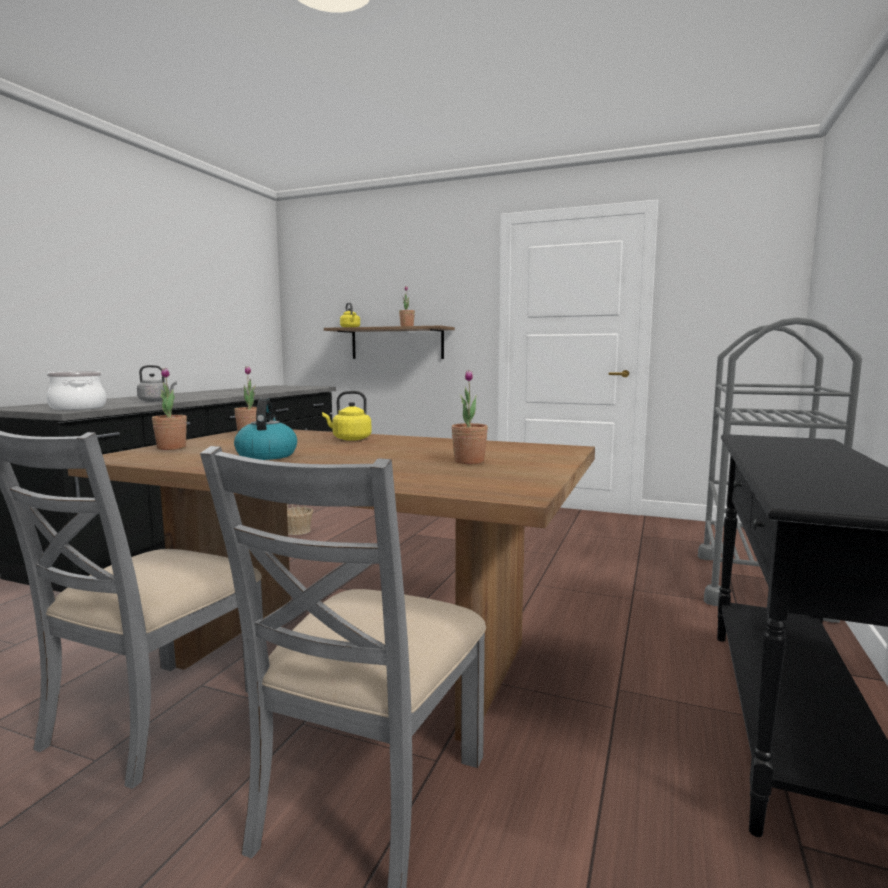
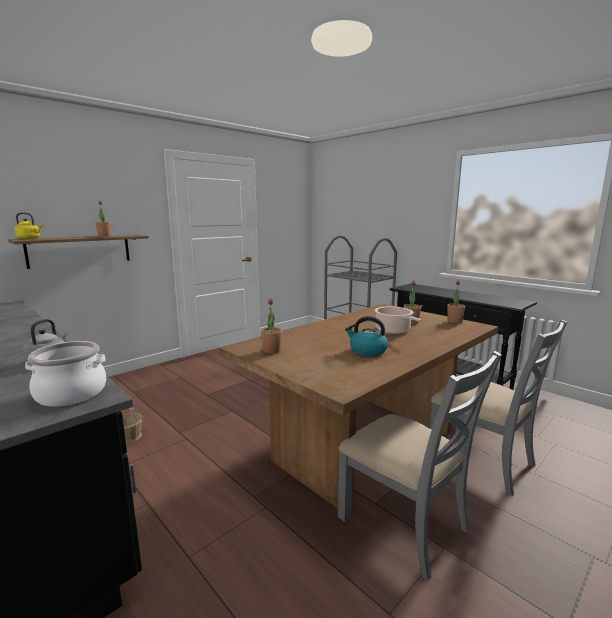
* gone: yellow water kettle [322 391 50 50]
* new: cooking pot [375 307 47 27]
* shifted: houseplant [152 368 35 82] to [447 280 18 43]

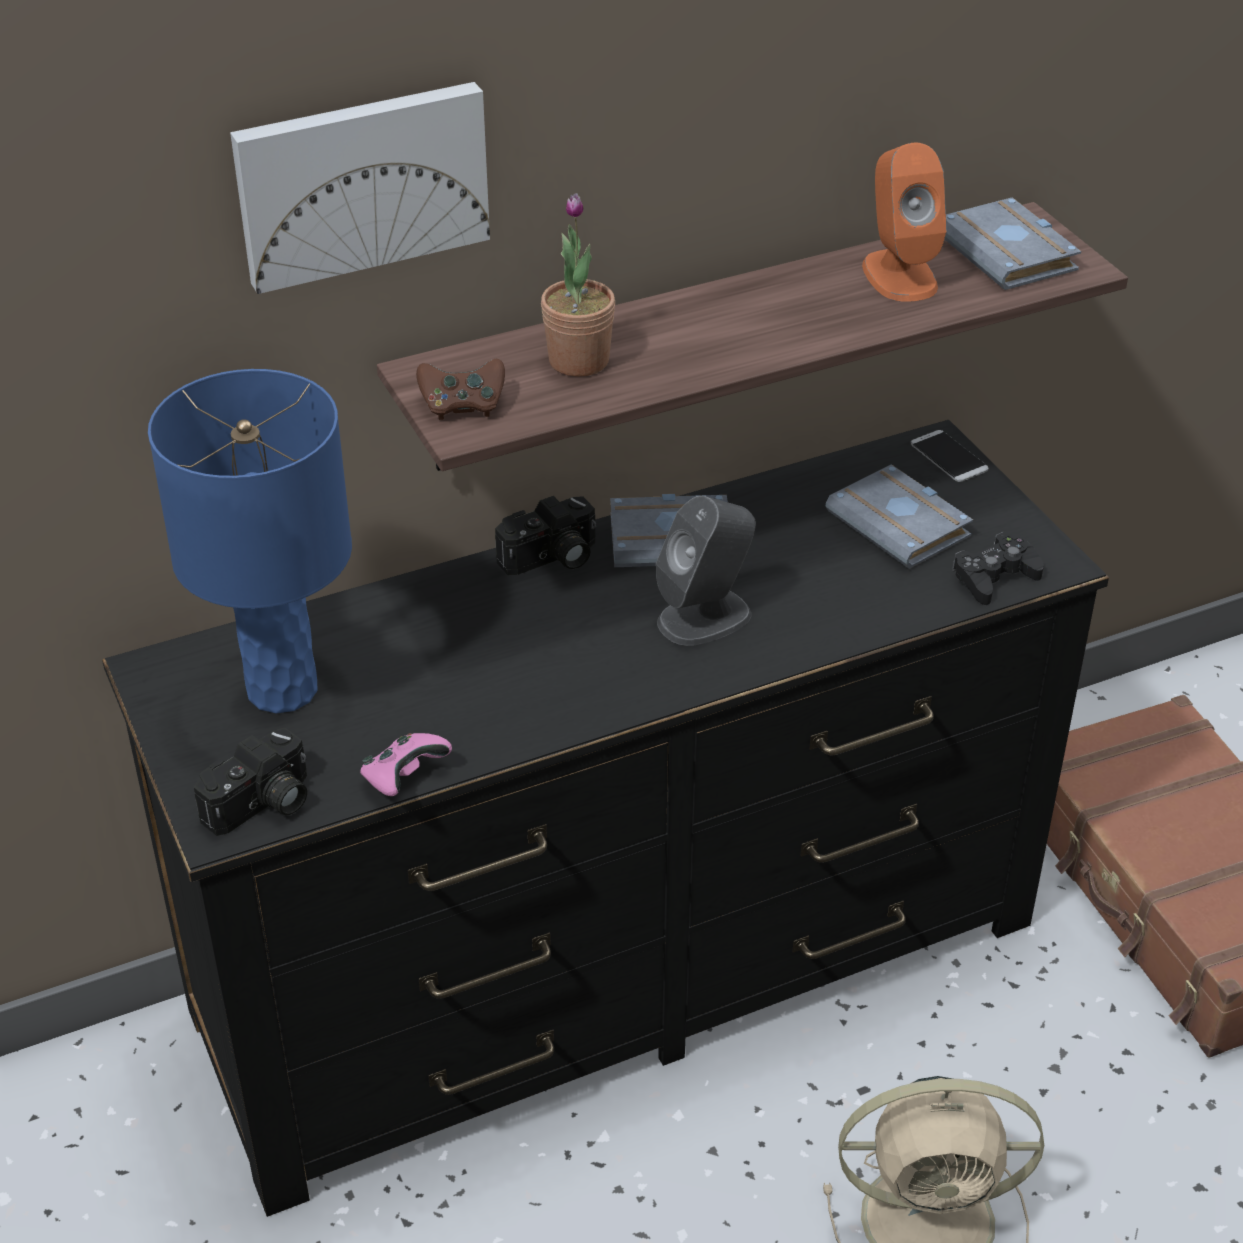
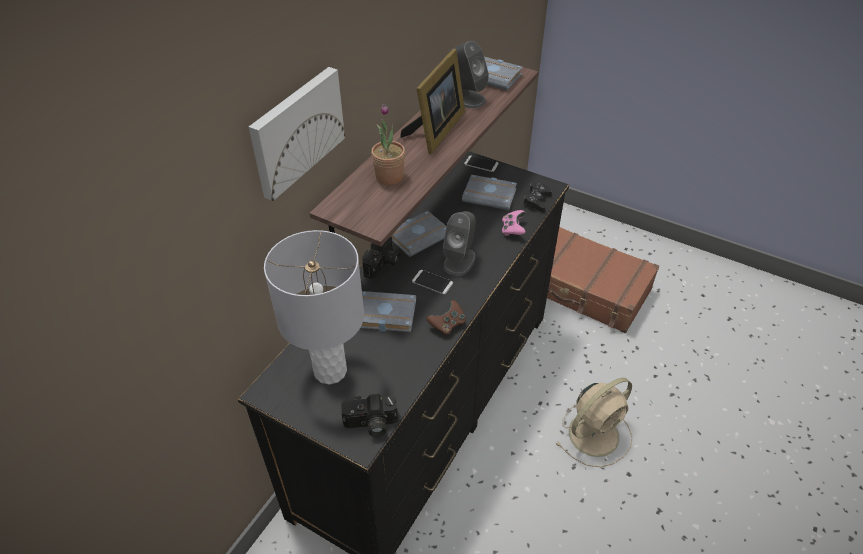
* new: greyish bound book [360 291 56 41]
* new: standing frame [400 49 65 105]
* new: phone [412 270 41 24]
* shifted: pink game controller [360 733 92 63] to [502 210 24 26]
* shifted: brownish game controller [416 359 89 61] to [426 300 40 35]
* repainted: blue-coloured table lamp [148 369 204 344] to greyish table lamp [264 230 100 155]
* repainted: orange speaker [862 143 85 159] to greyish speaker [450 41 39 68]
* rotated: photo camera [194 728 113 108] = [341 394 57 43] 75 degrees clockwise

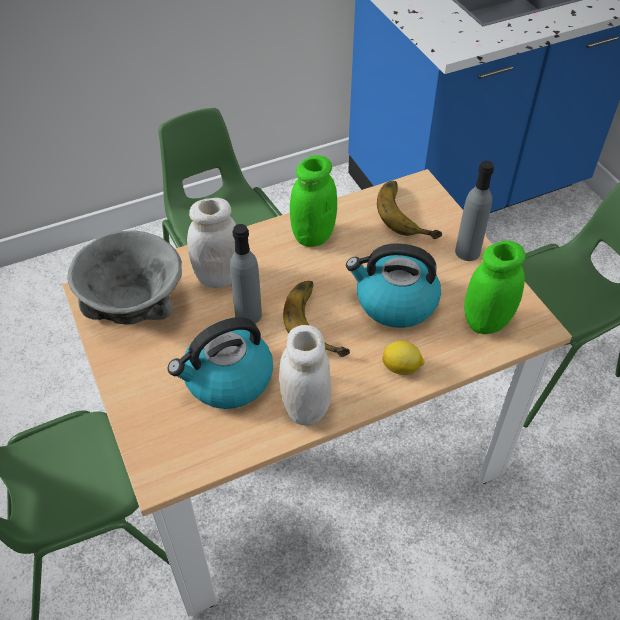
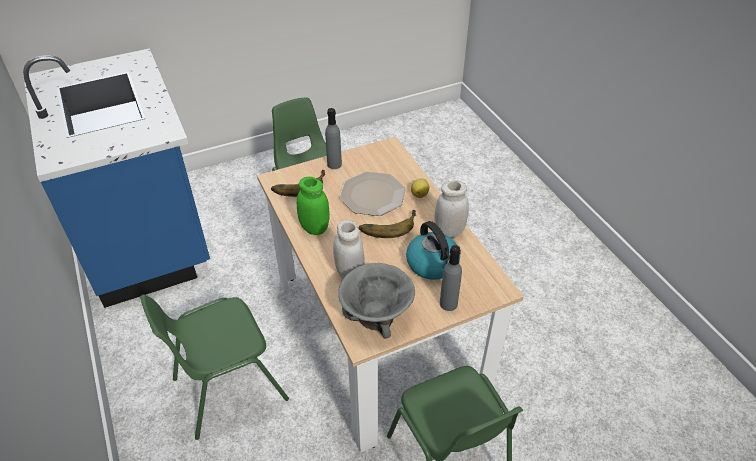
* gone: green-coloured storage jar [464 241 62 93]
* shifted: greyish beverage bottle [230 224 32 99] to [440 245 22 66]
* swapped: water kettle [346 243 95 85] to plate [339 172 67 44]

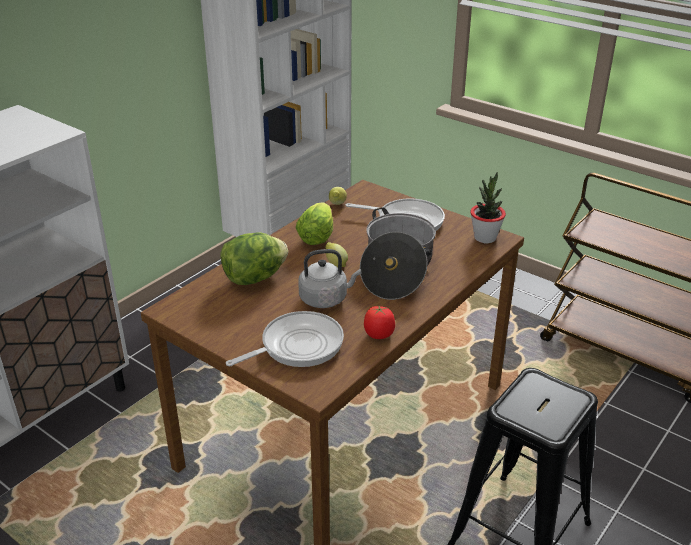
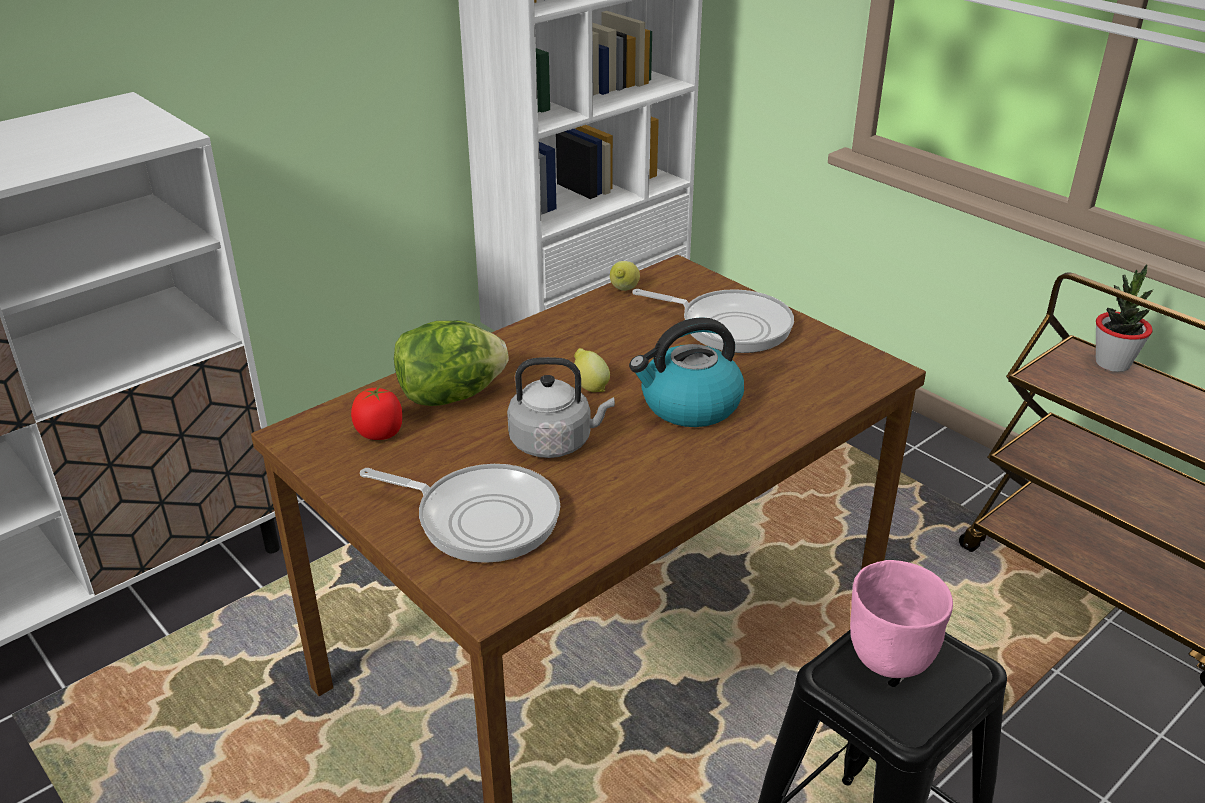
* gone: head of lettuce [296 203 37 42]
* new: pink bowl [850 560 103 118]
* shifted: whole tomato [364 305 31 34] to [351 386 51 54]
* shifted: houseplant [470 172 36 71] to [1096 264 57 108]
* swapped: cooking pot [360 207 76 93] to water kettle [629 317 115 110]
* rotated: pan [226 311 118 56] = [360 464 200 99] 45 degrees clockwise

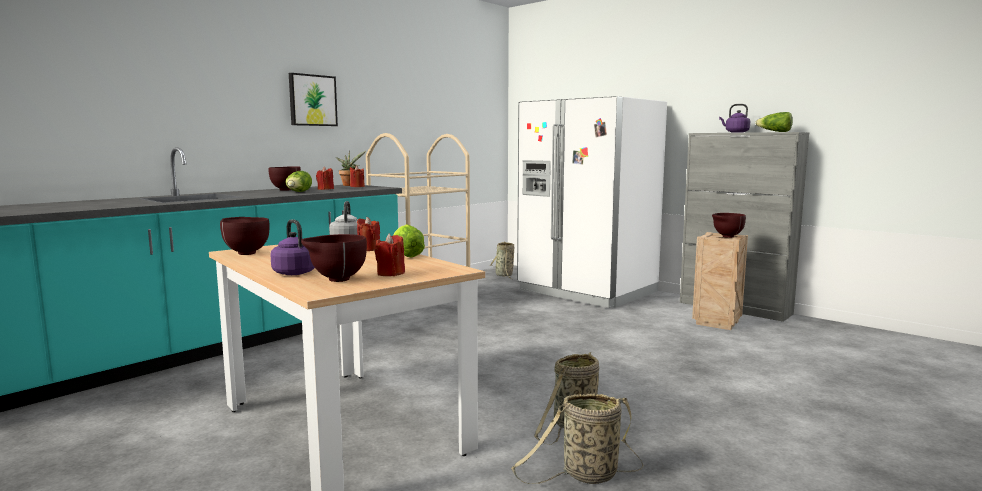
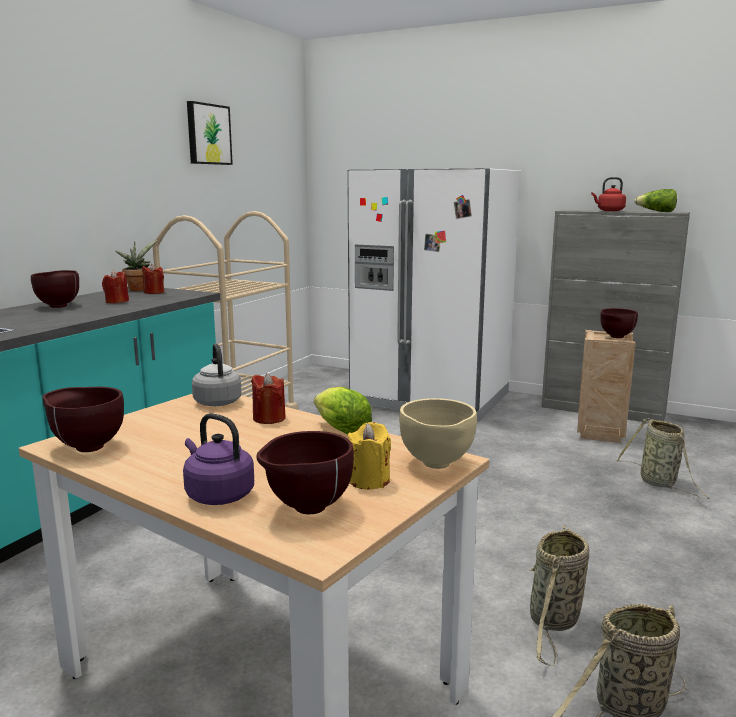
* gone: head of lettuce [285 171 27 21]
* new: beige bowl [399 398 78 71]
* shifted: picture [289 73 49 53] to [187 101 46 64]
* shifted: household basket [489 242 25 37] to [616 418 93 81]
* repainted: red-coloured wax light [375 234 30 42] to yellow wax light [348 422 43 67]
* repainted: purplish water kettle [719 104 31 29] to red-coloured water kettle [591 177 35 34]

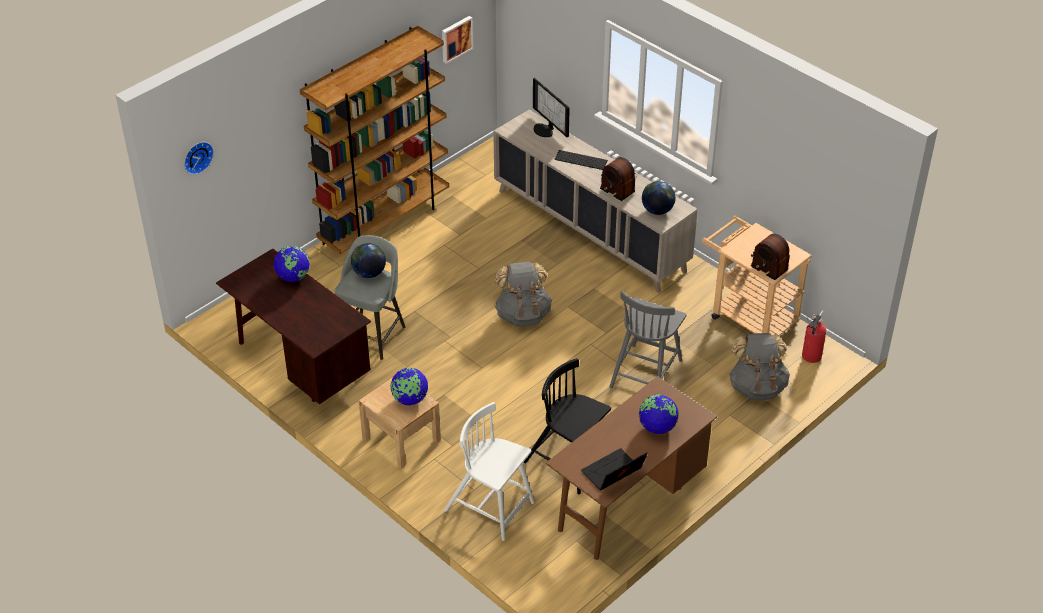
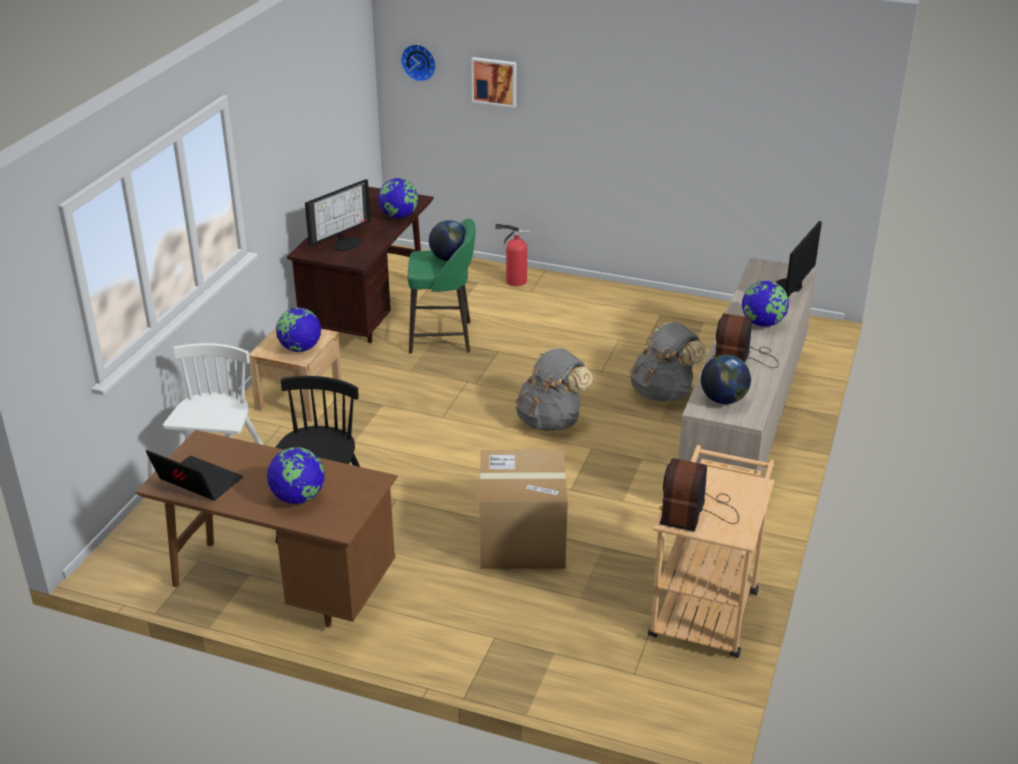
* gone: brownish bookshelf [300 26 149 228]
* new: computer screen [305 179 66 72]
* shifted: picture [442 16 31 48] to [471 57 45 51]
* shifted: greyish rucksack [729 333 61 68] to [630 322 77 80]
* shifted: fire-fighting cylinder [802 310 24 53] to [495 224 35 62]
* swapped: PC keyboard [555 150 53 20] to globe [742 281 47 46]
* swapped: greyish plain chair [609 291 78 97] to carton [479 450 89 119]
* repainted: greyish stool seat [335 235 70 125] to green-coloured stool seat [408 219 67 135]

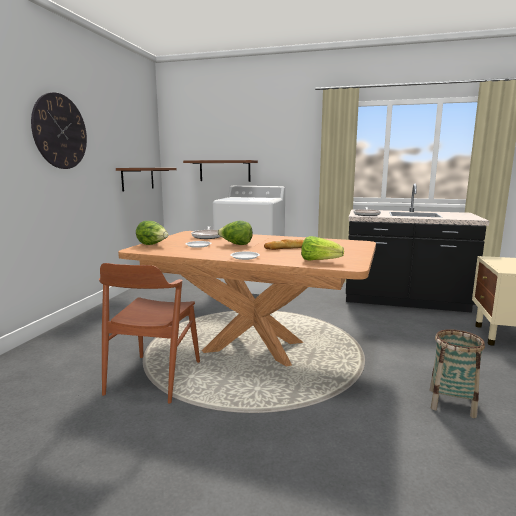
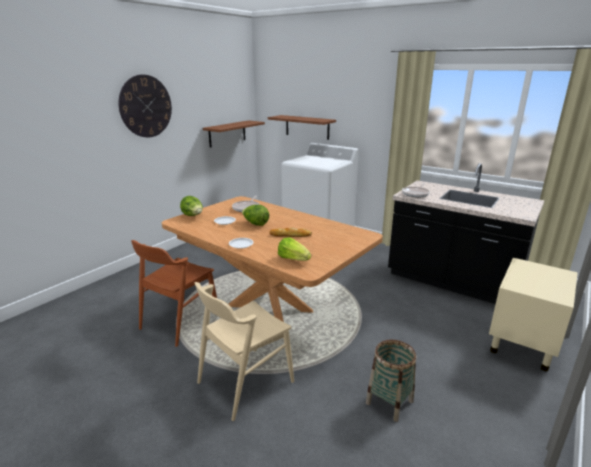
* new: beige plain chair [194 282 100 139]

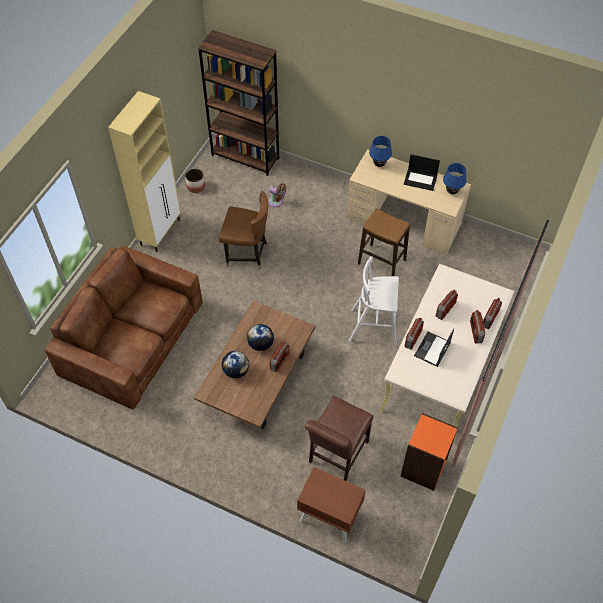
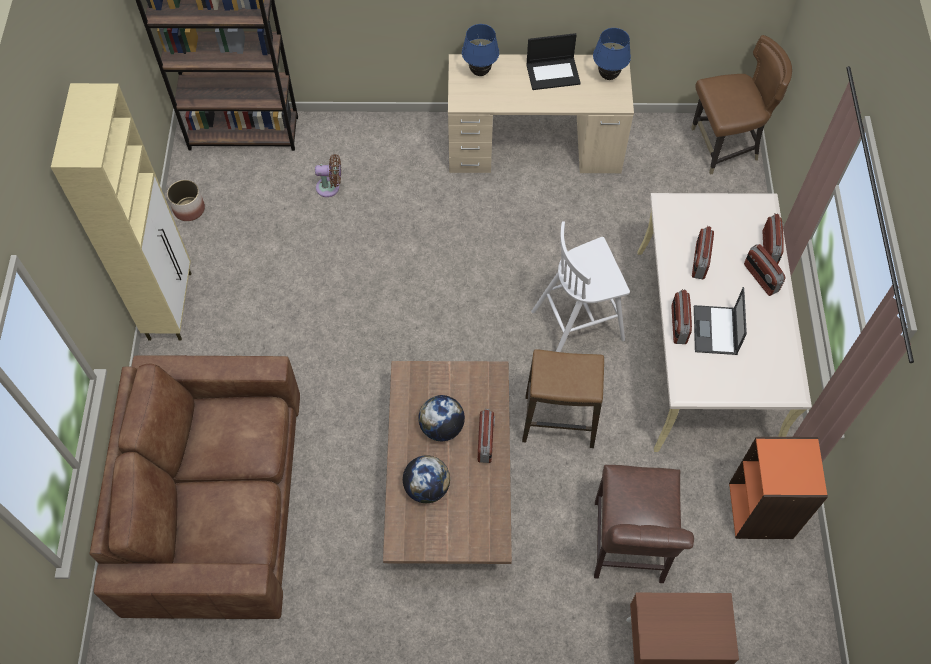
* shifted: brownish plain chair [218 191 51 79] to [691 35 101 140]
* shifted: stool seat [358 208 52 68] to [522 349 82 99]

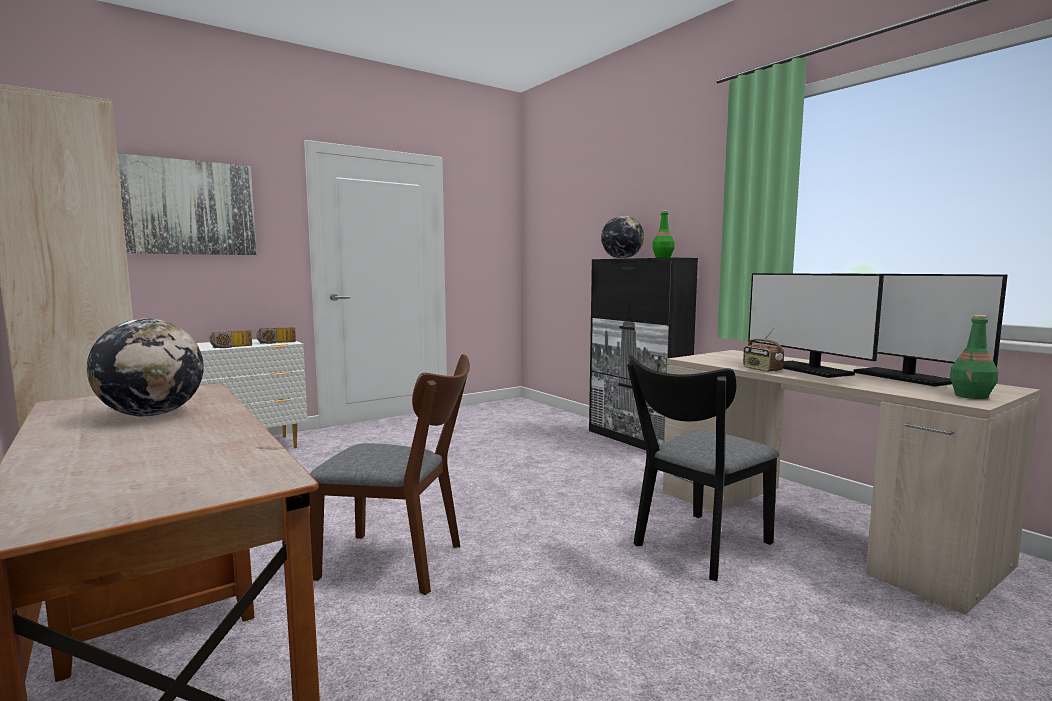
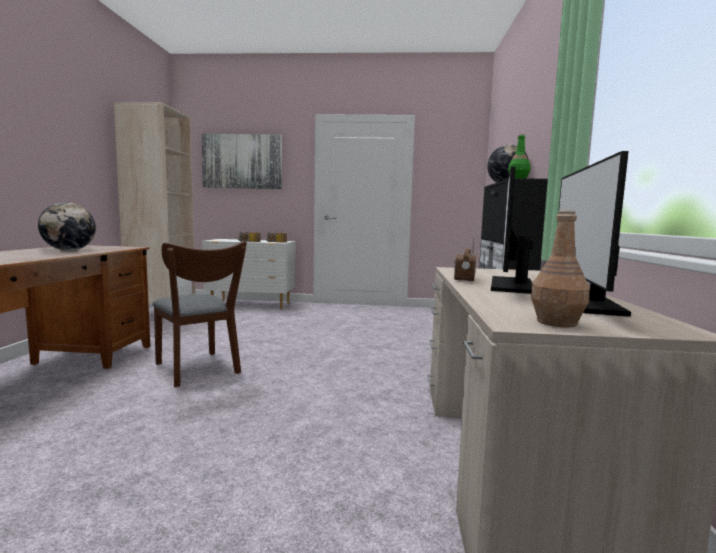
* gone: black-coloured plain chair [627 355 152 226]
* repainted: green-coloured beverage bottle [950 315 48 84] to brownish beverage bottle [531 210 59 117]

